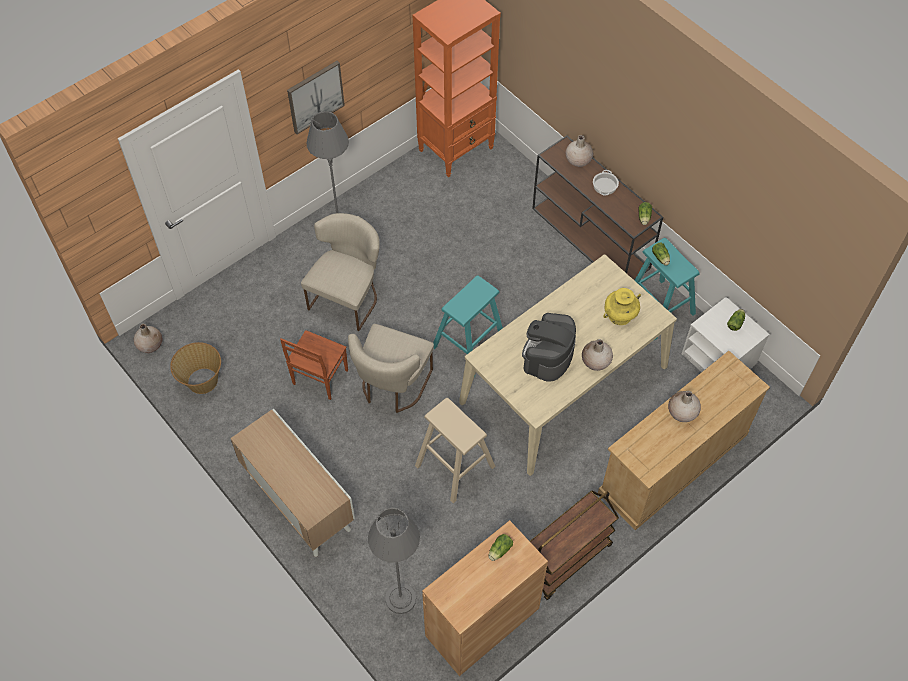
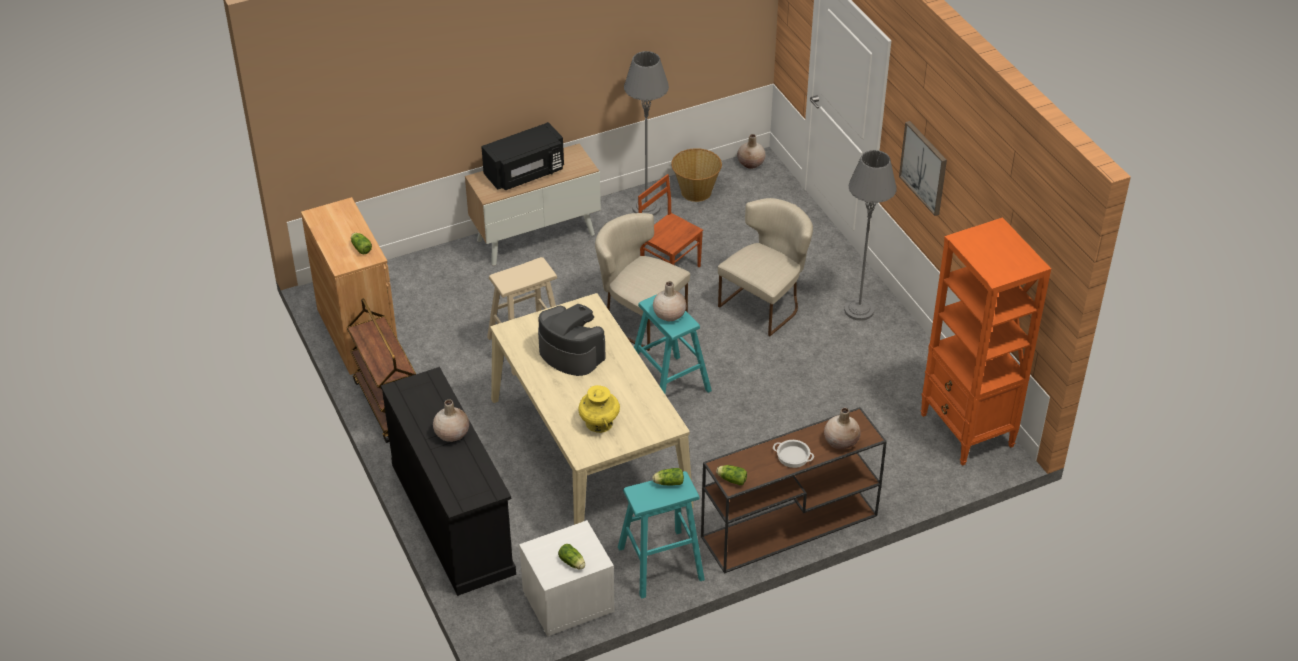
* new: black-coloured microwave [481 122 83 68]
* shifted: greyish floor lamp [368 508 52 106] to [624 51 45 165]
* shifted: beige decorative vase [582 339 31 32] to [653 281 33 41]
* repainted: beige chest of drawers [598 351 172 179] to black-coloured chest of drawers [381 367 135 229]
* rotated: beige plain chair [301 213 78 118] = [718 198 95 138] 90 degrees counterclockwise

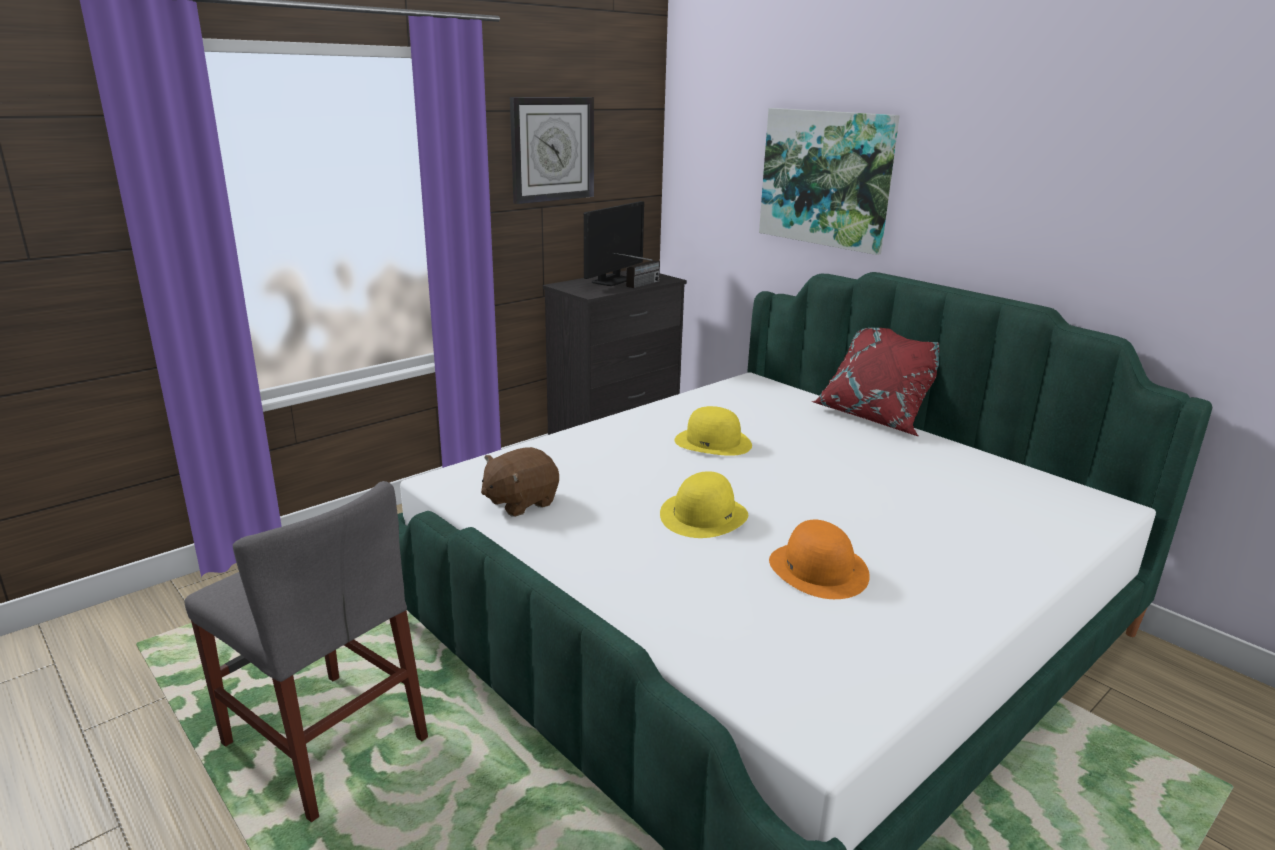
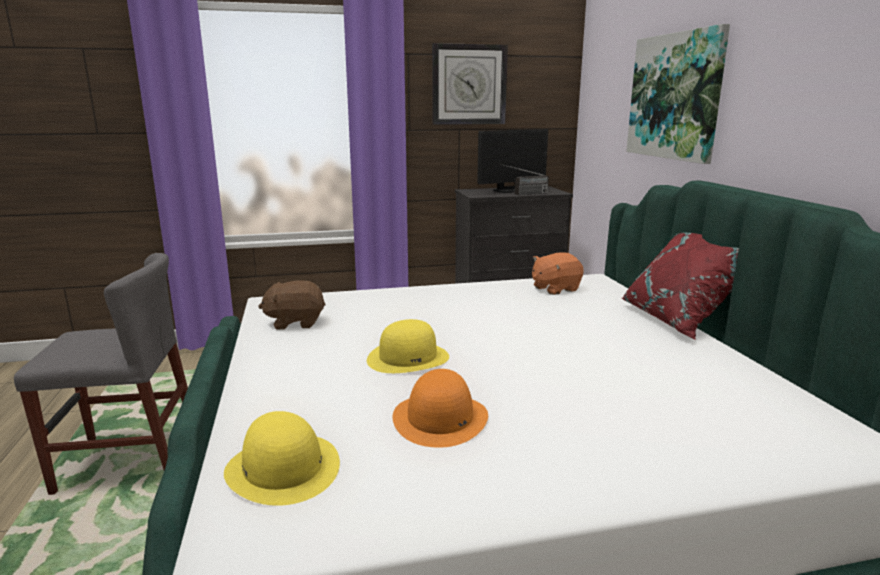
* new: orange plush toy [532 252 52 43]
* shifted: yellow hat [675 406 77 50] to [224 411 116 95]
* rotated: greyish plain chair [185 481 243 341] = [14 253 174 242] 75 degrees counterclockwise

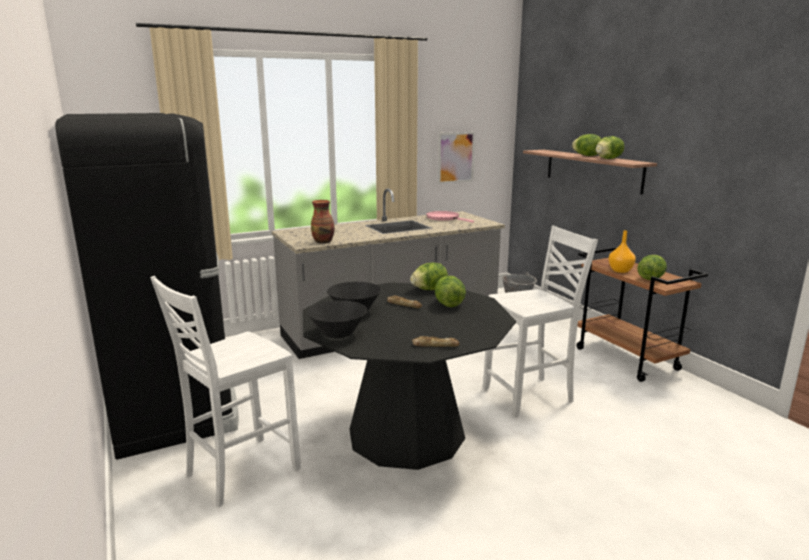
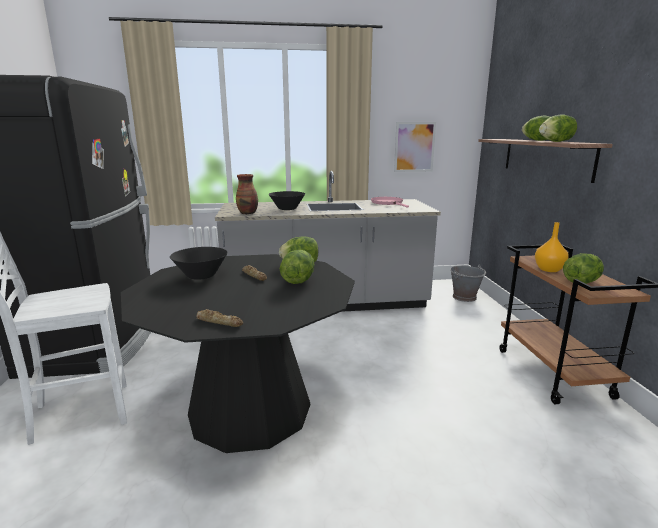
* gone: white-coloured plain chair [483 226 115 191]
* shifted: black-coloured bowl [307 300 60 38] to [269 191 36 19]

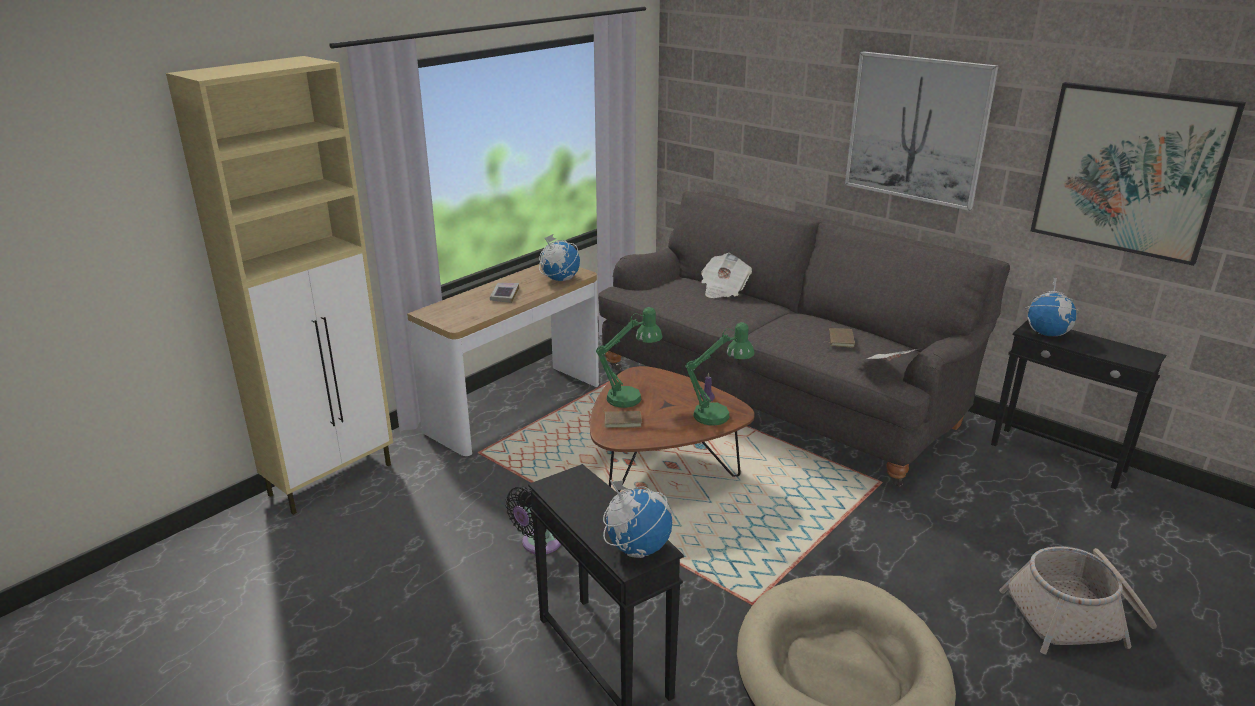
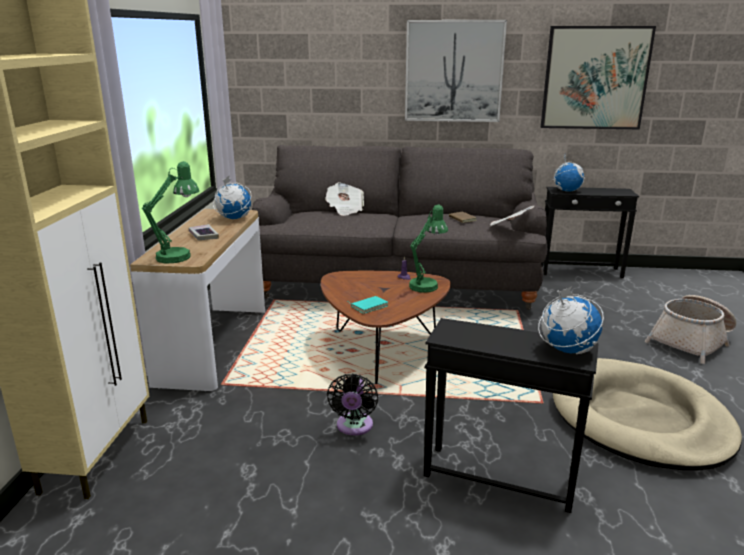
* shifted: green-coloured table lamp [596 307 67 101] to [142 161 57 102]
* repainted: brownish bound book [603 409 39 19] to turquoise-coloured bound book [347 296 41 18]

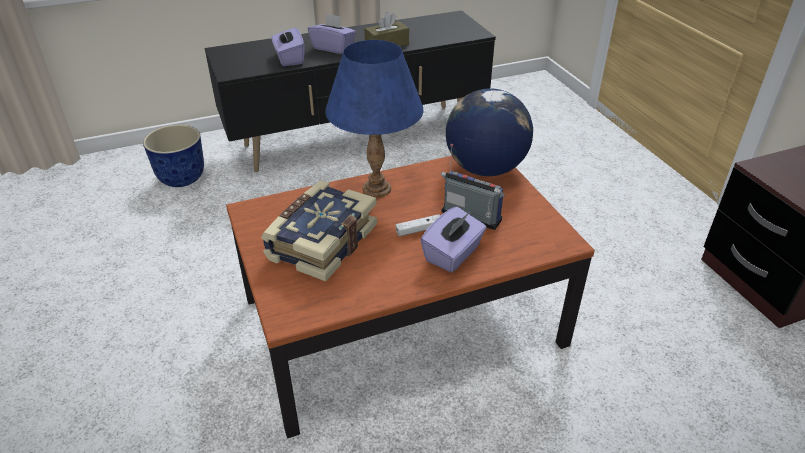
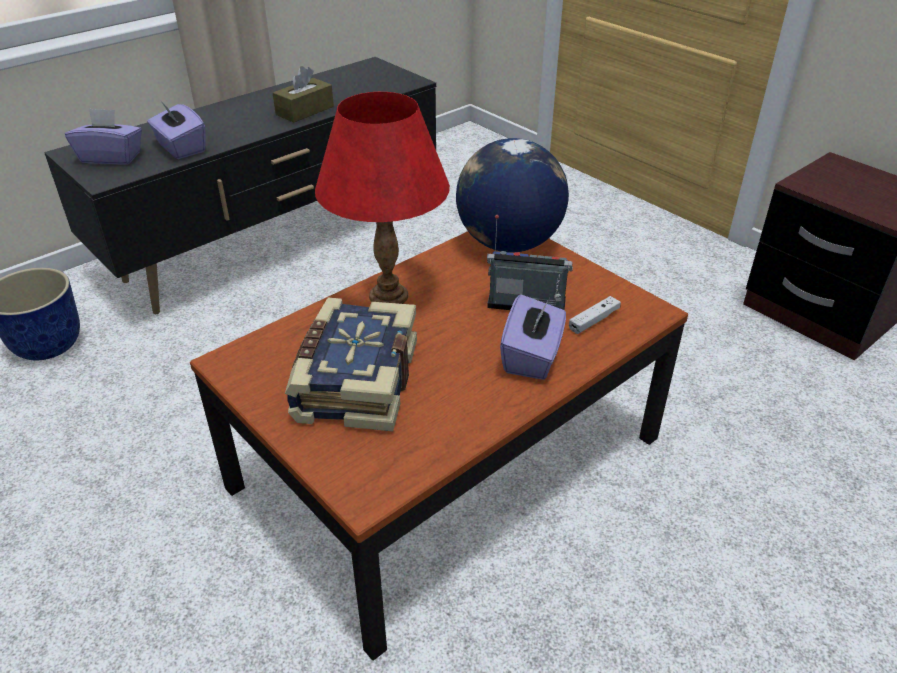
* shifted: purplish tissue holder [308 13 48 41] to [65 108 77 57]
* shifted: white-coloured game controller [396 214 44 22] to [569 296 52 38]
* repainted: blue-coloured table lamp [325 40 98 158] to red-coloured table lamp [315 92 135 212]

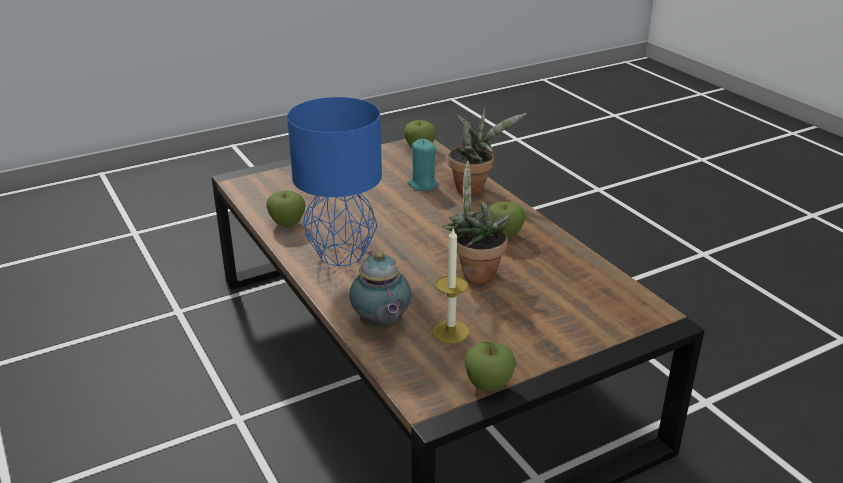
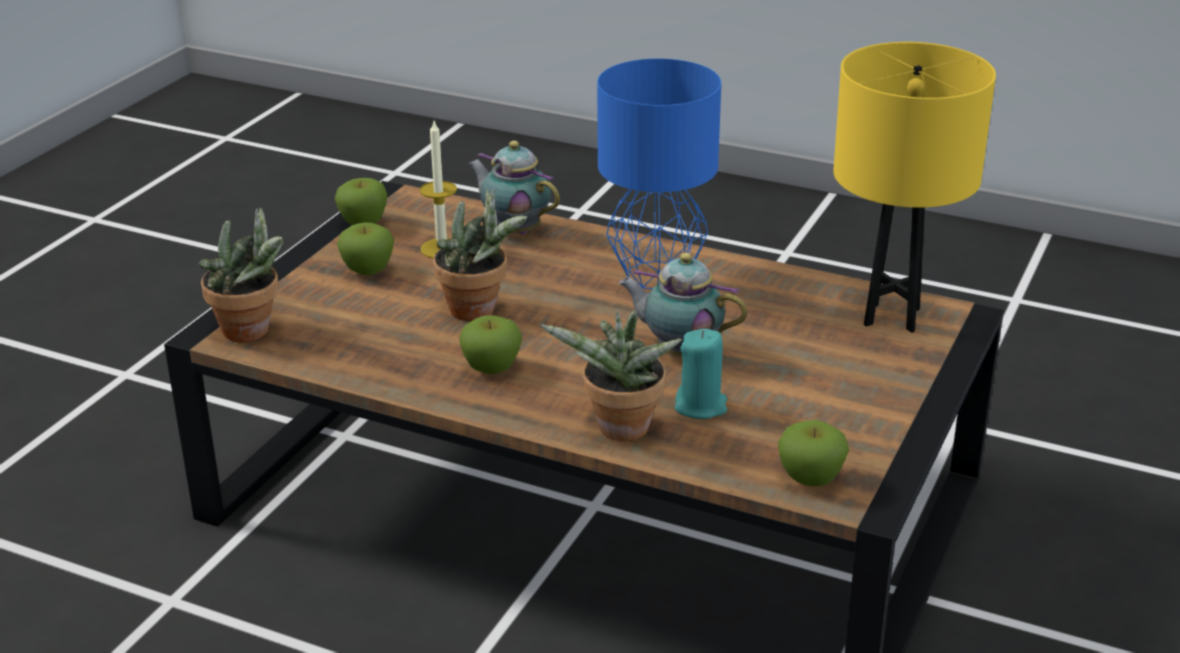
* new: houseplant [199 208 85 134]
* new: tea pot [619 253 128 103]
* new: yellow table lamp [833 42 163 291]
* shifted: apple fruit [266 191 40 37] to [337 222 57 53]

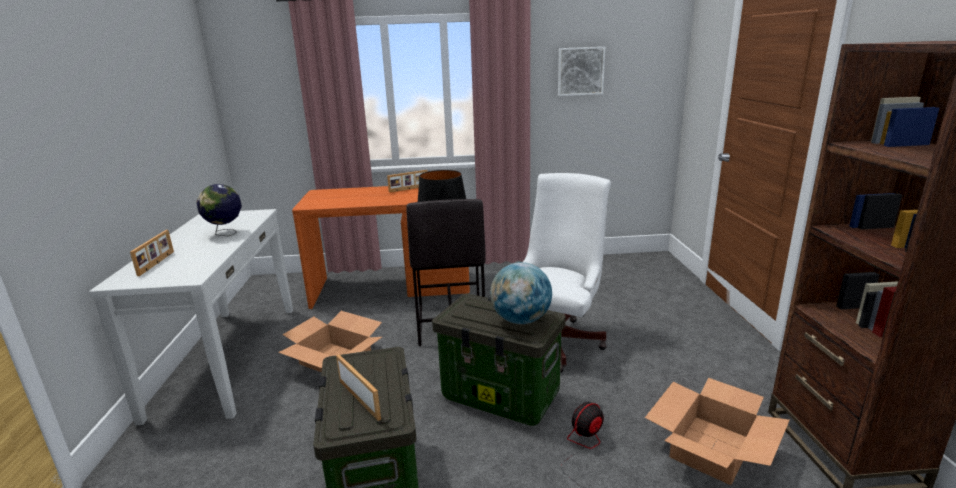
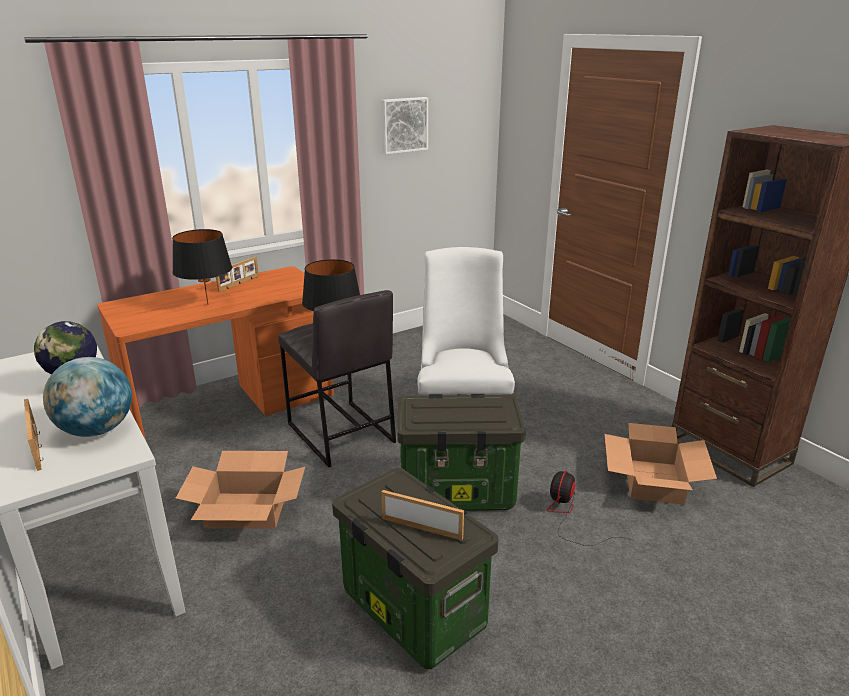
* new: black-coloured table lamp [172 229 60 76]
* shifted: globe [490 262 62 62] to [43 357 89 80]

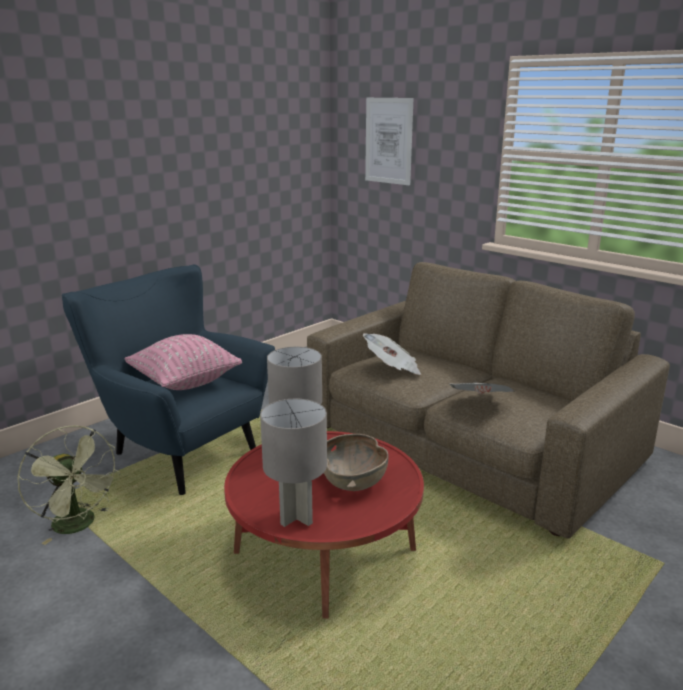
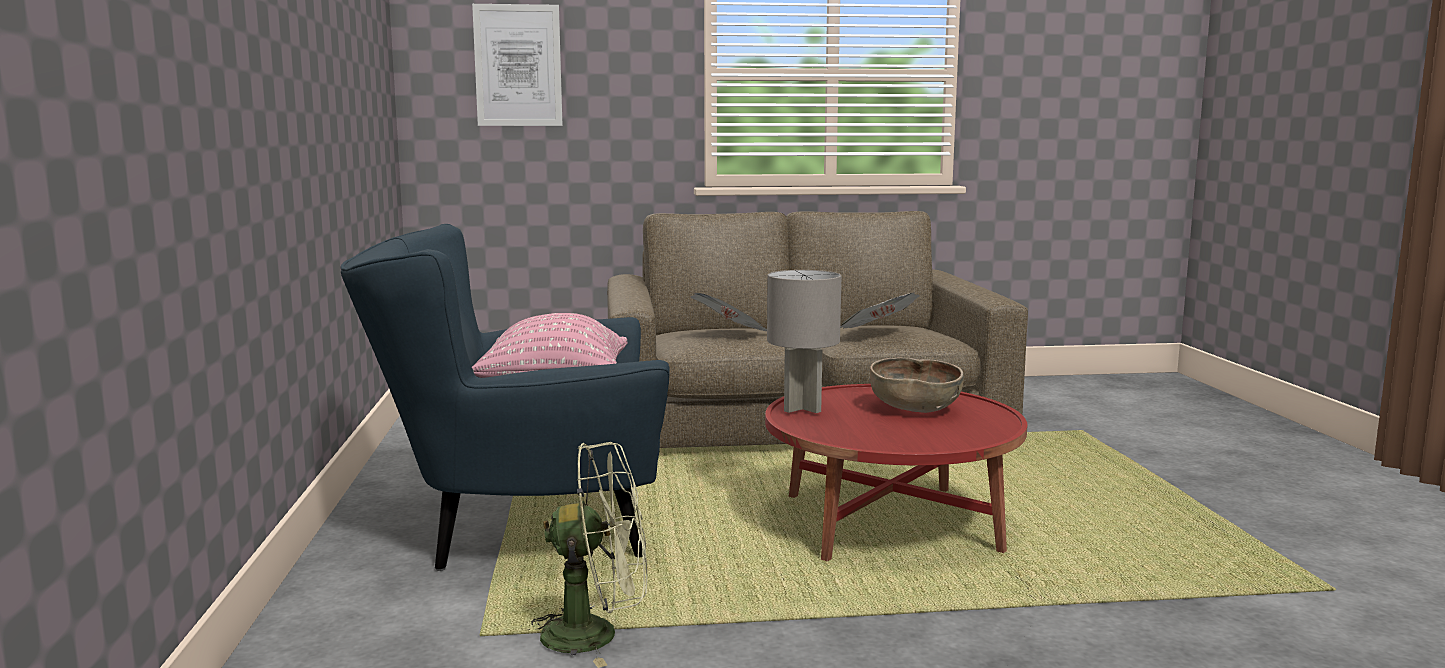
* gone: greyish table lamp [260 399 67 128]

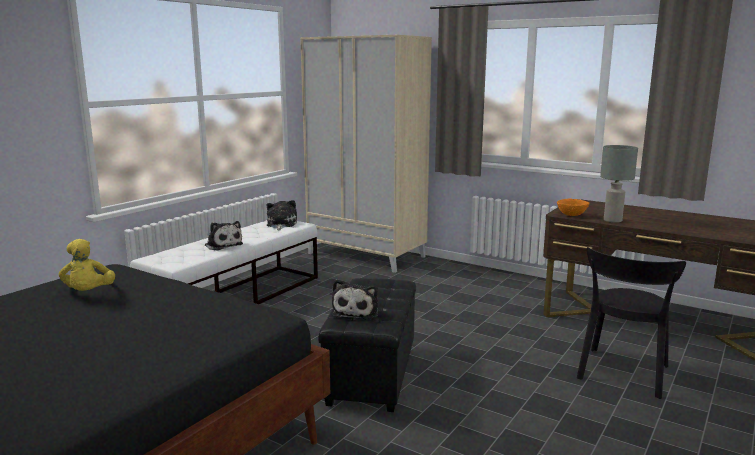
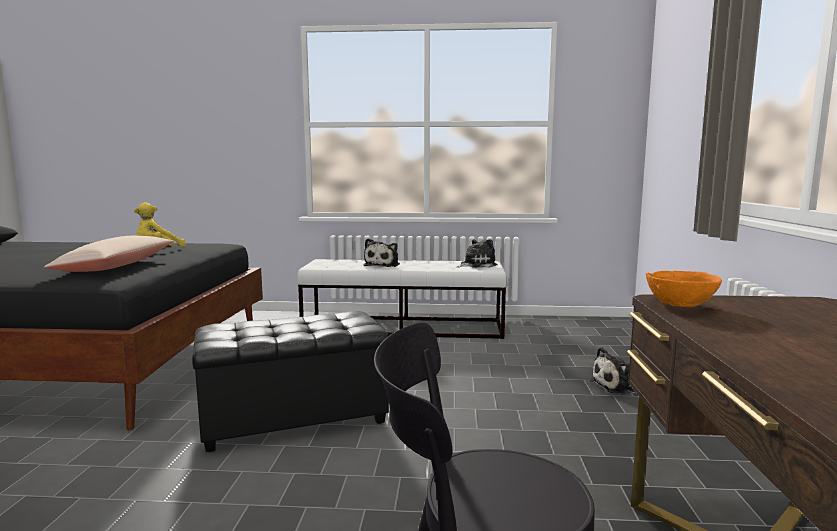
* gone: beige armoire [300 35 132 238]
* gone: greyish table lamp [600 145 38 78]
* new: beige cushion [44 236 130 36]
* shifted: plush toy [332 279 46 40] to [589 347 47 48]

